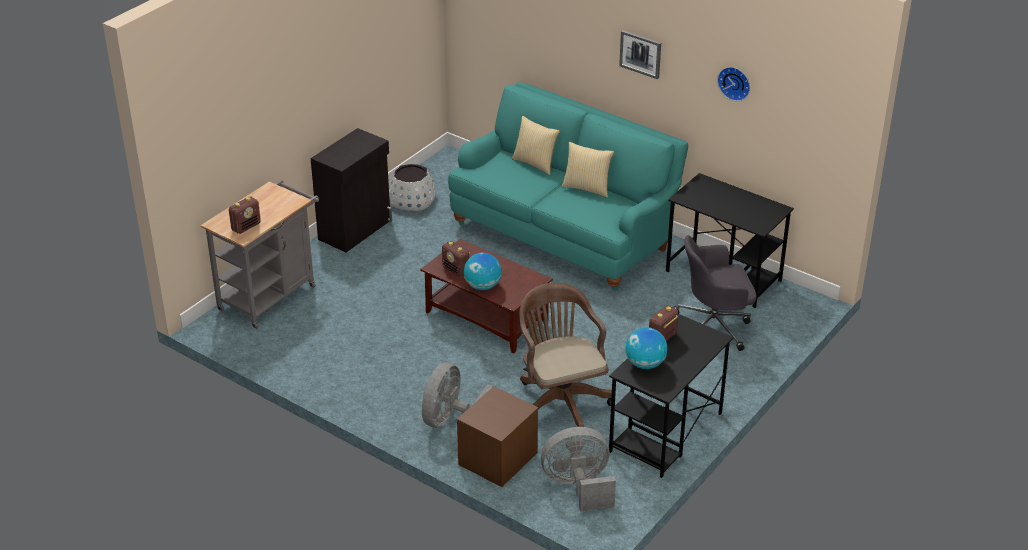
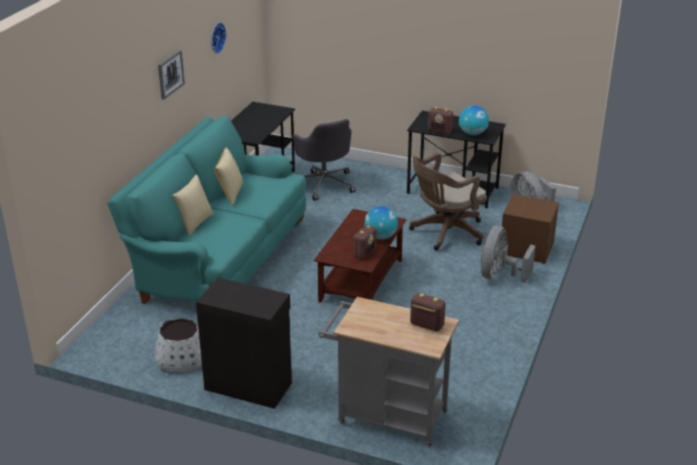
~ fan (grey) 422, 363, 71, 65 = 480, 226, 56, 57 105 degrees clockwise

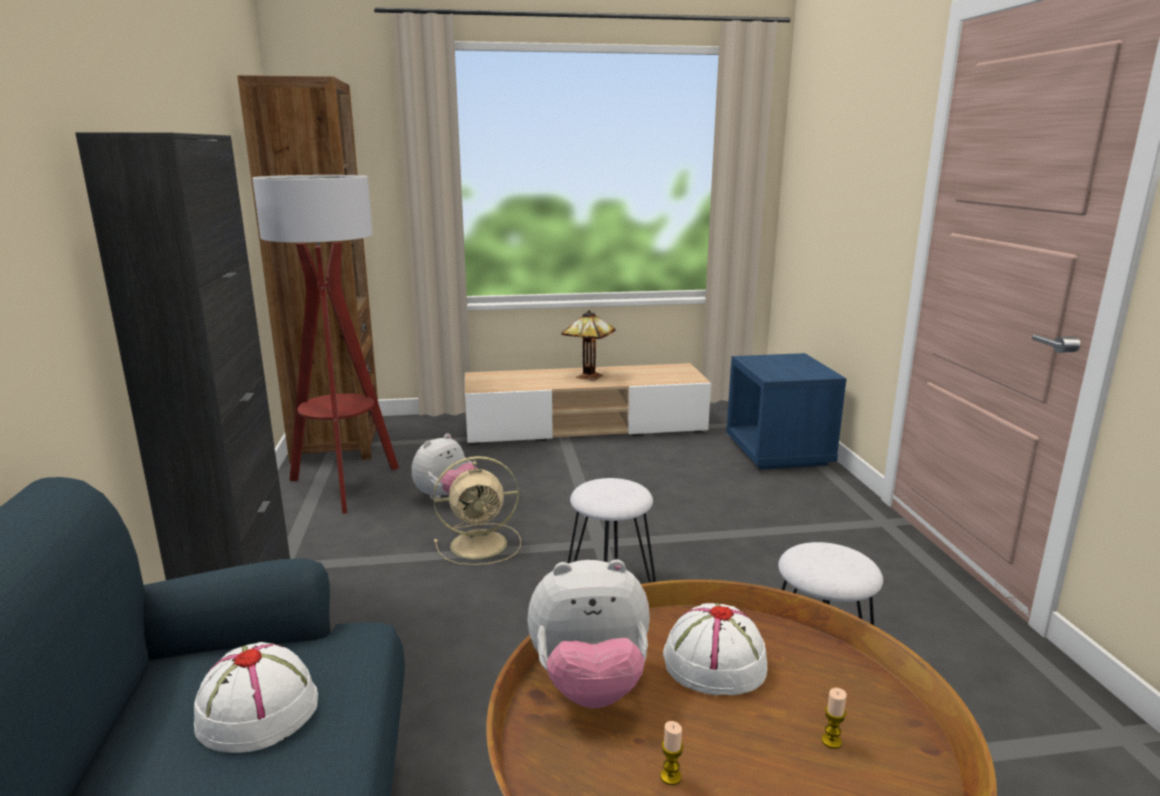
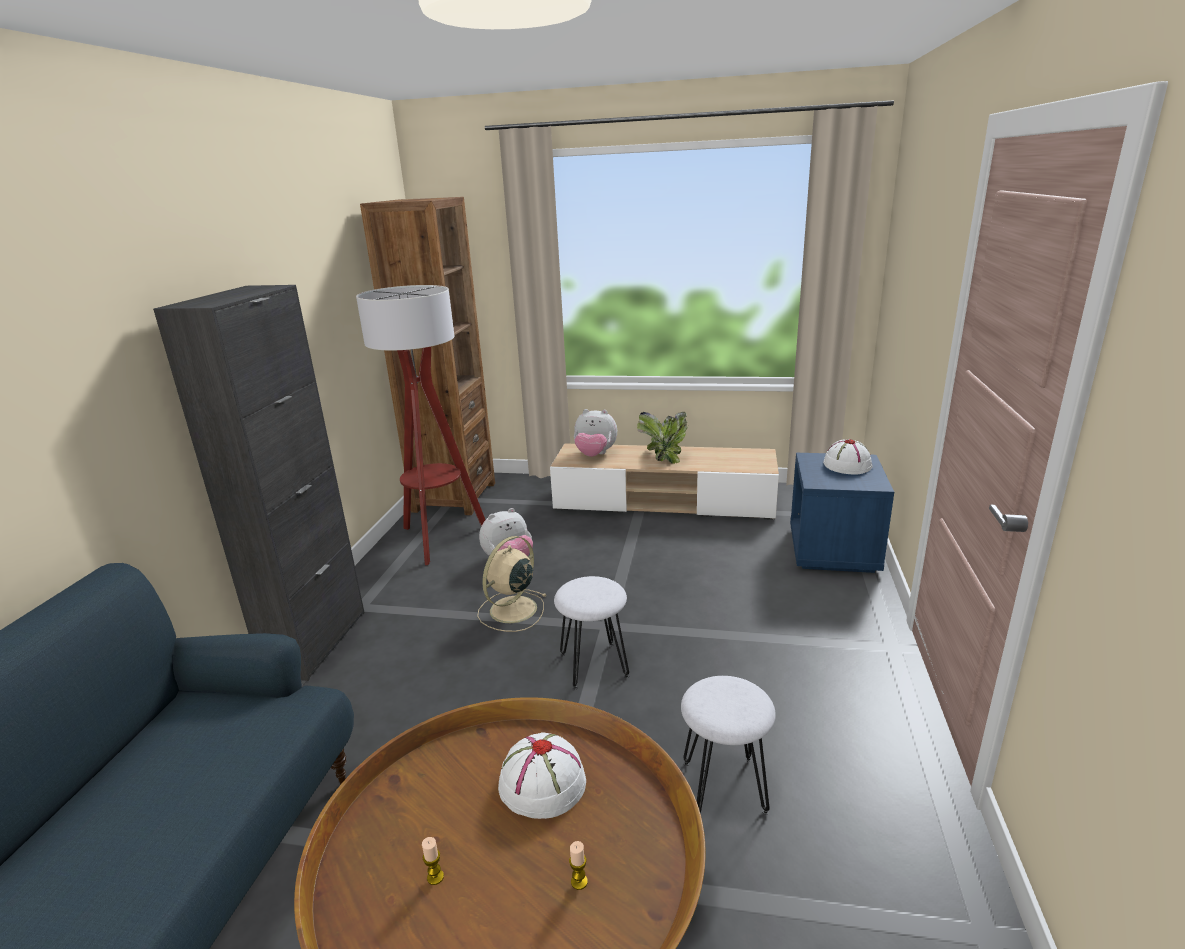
~ hat (white) 194, 642, 124, 111 to 823, 439, 50, 36
~ plush toy 527, 559, 123, 149 to 574, 409, 43, 48
~ table lamp 561, 310, 54, 71 to potted plant 637, 412, 51, 52
~ fan (beige) 433, 456, 88, 109 = 477, 536, 69, 96 120 degrees clockwise

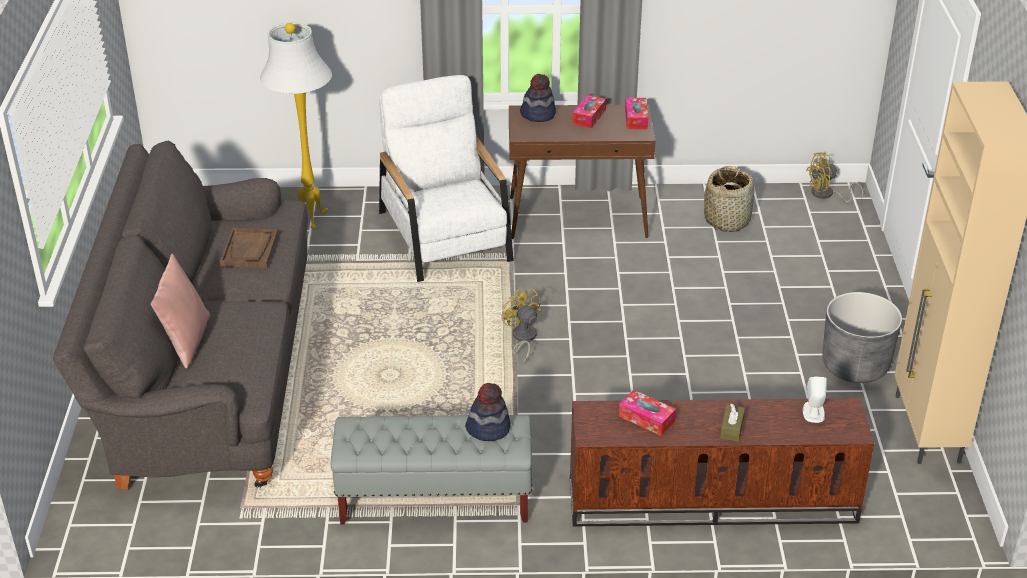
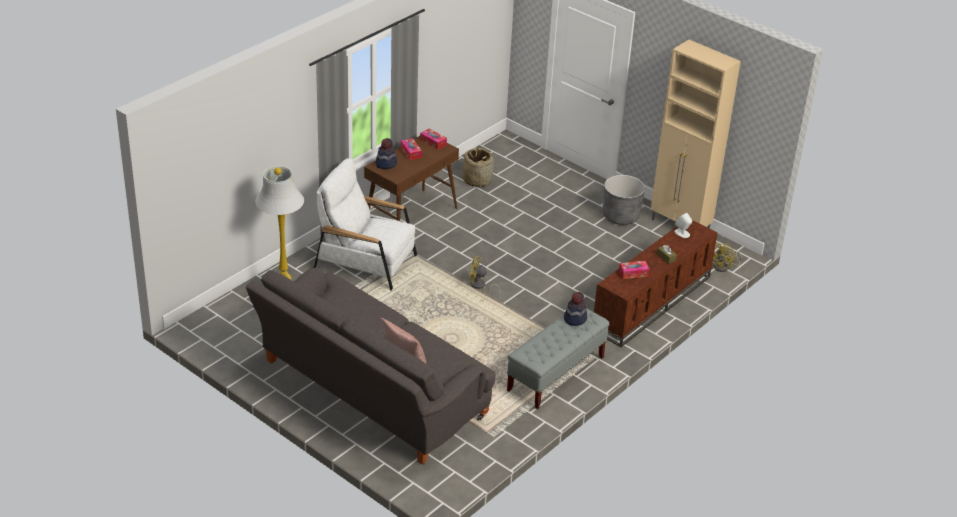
- tray (brown) 220, 228, 58, 40
~ fan (yellow) 806, 152, 57, 50 to 713, 243, 29, 29

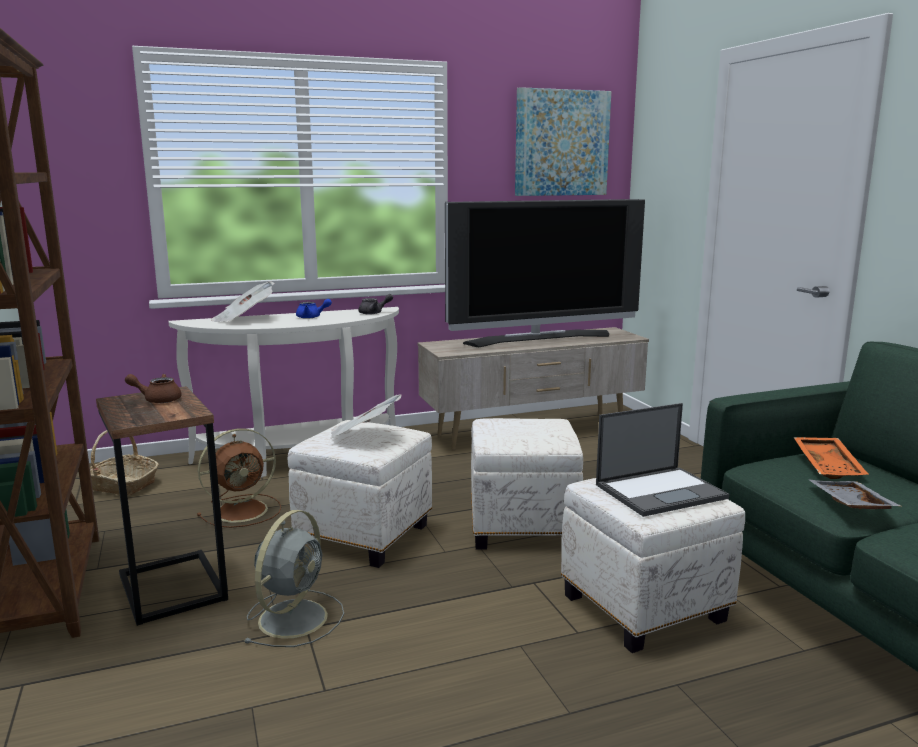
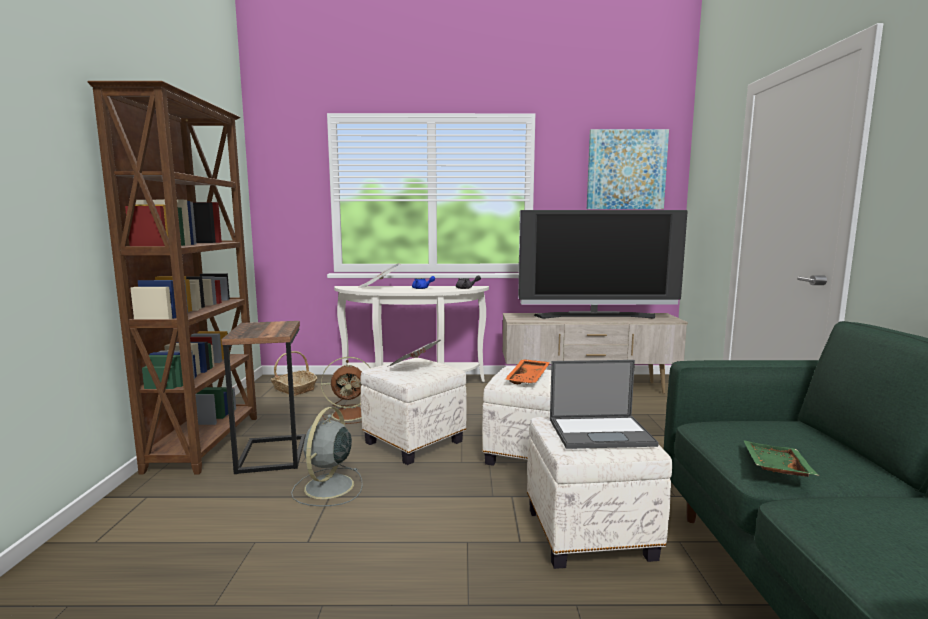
- teapot (brown) 125, 374, 56, 29
~ tray (orange) 793, 437, 76, 42 to 505, 359, 45, 25
~ tray (grey) 808, 479, 93, 30 to tray (green) 744, 440, 75, 37
~ fan (grey) 243, 510, 101, 137 = 291, 407, 72, 100 150 degrees clockwise

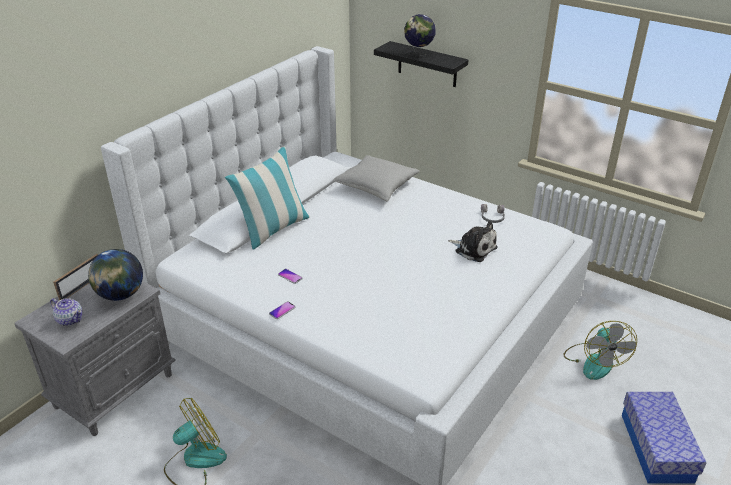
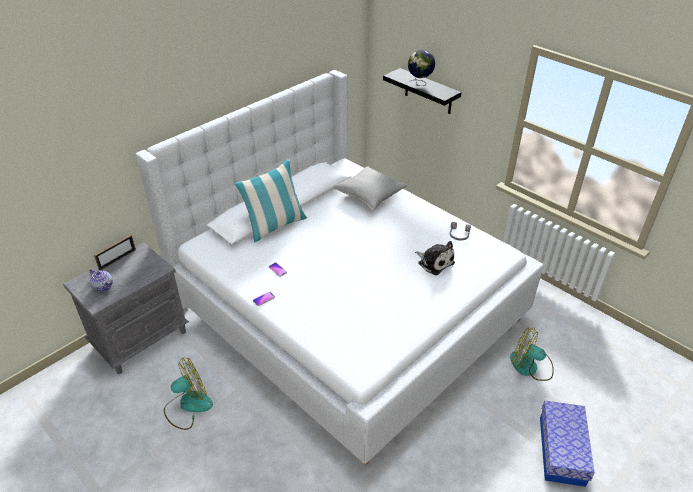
- globe 88, 249, 55, 52
~ fan 563, 321, 74, 59 = 510, 327, 44, 54 105 degrees clockwise

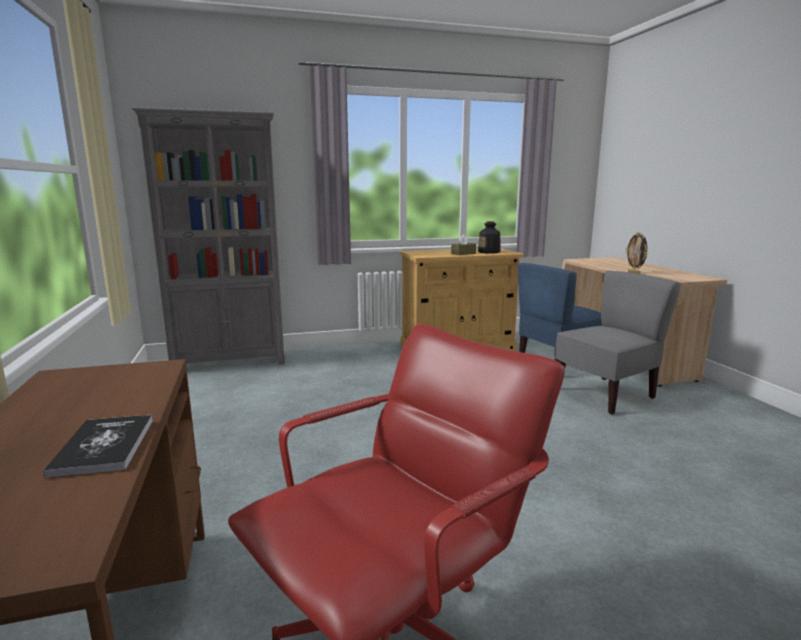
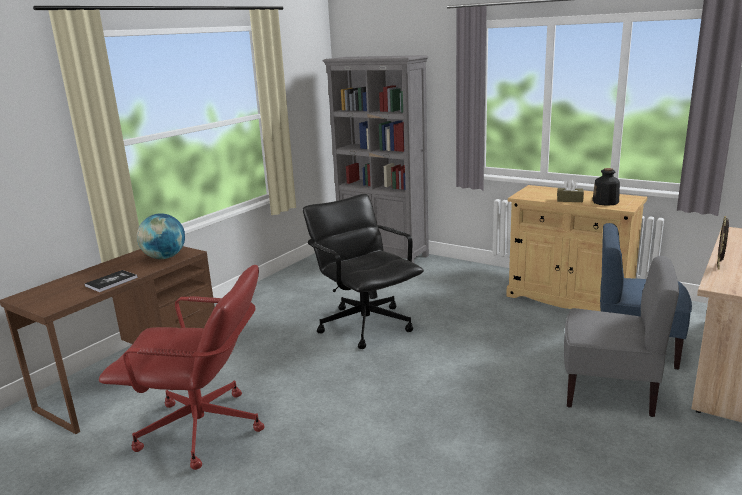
+ globe 137, 213, 48, 46
+ office chair (black) 303, 194, 121, 155

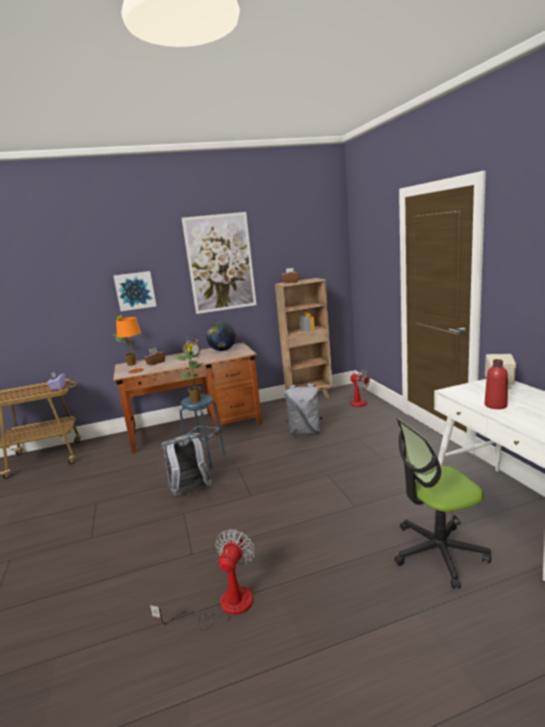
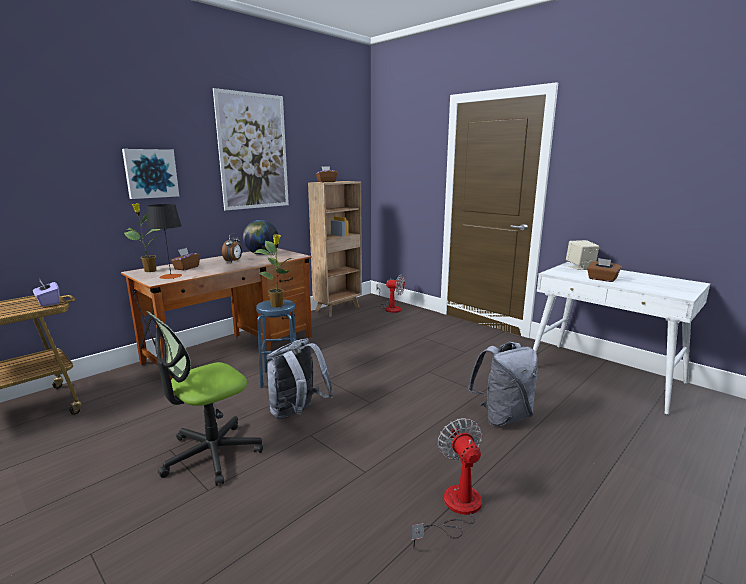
~ backpack (grey) 285, 383, 38, 52 to 468, 342, 70, 84
~ office chair 394, 418, 97, 171 to 146, 311, 117, 175
~ bottle (red) 485, 359, 23, 50 to tissue box (brown) 587, 258, 34, 24
~ table lamp (orange) 116, 317, 28, 56 to table lamp (black) 147, 204, 35, 75

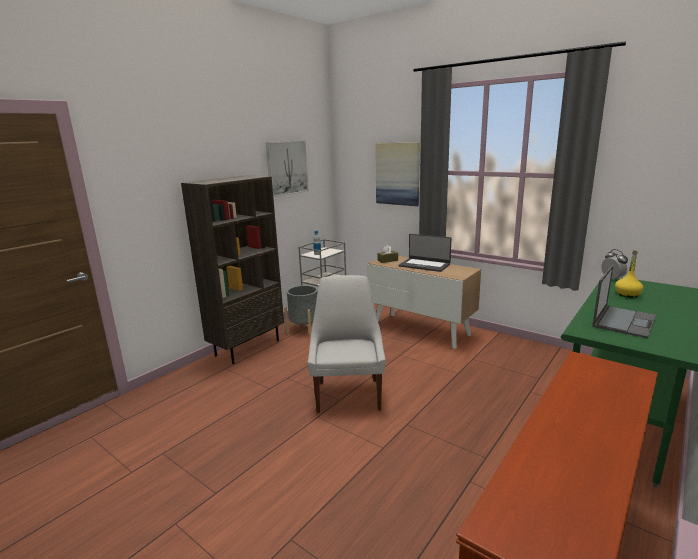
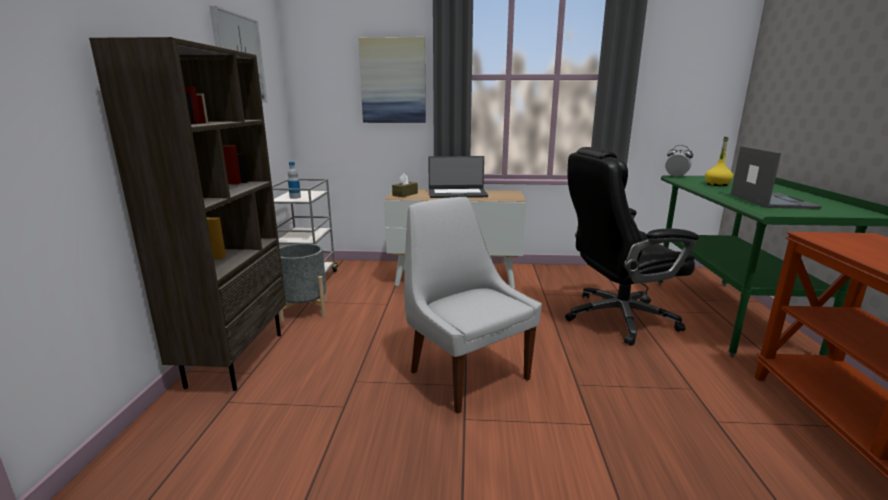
+ office chair (black) 565, 147, 134, 199

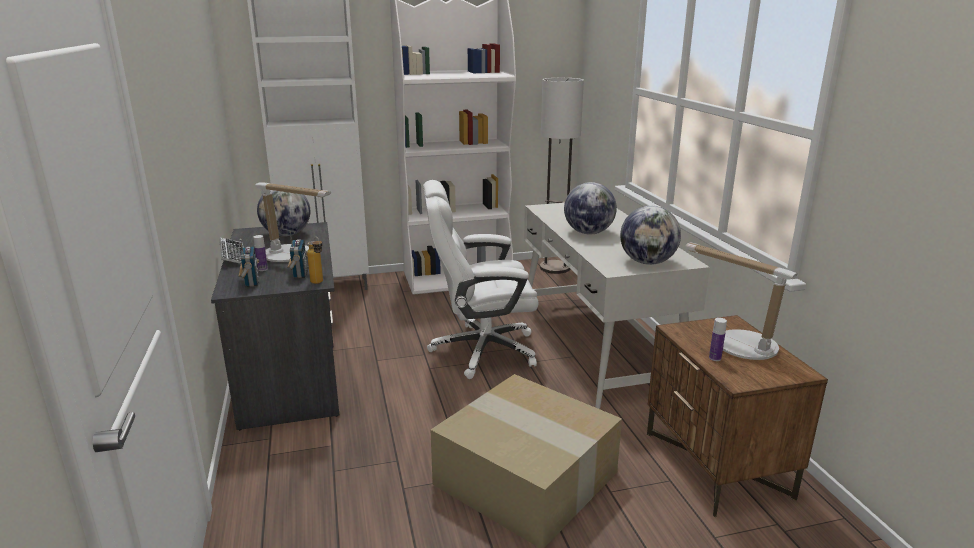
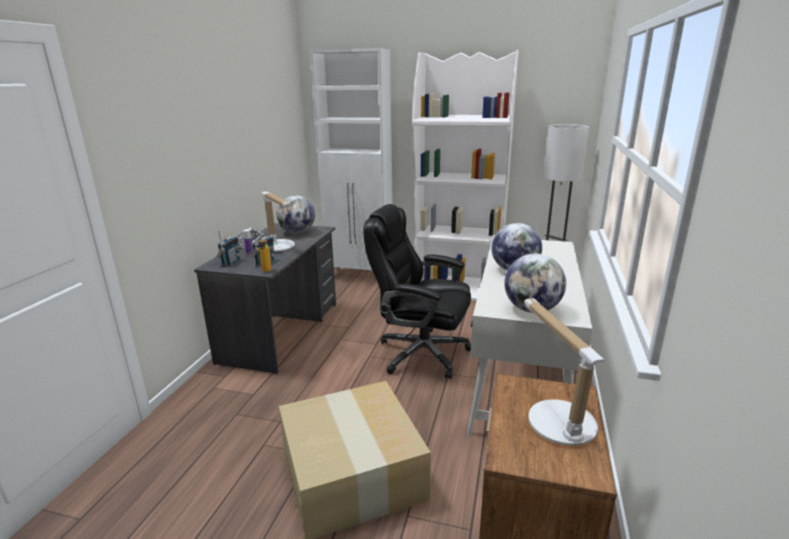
- bottle 709, 318, 18, 43
~ office chair (white) 423, 180, 116, 199 to office chair (black) 363, 204, 108, 175

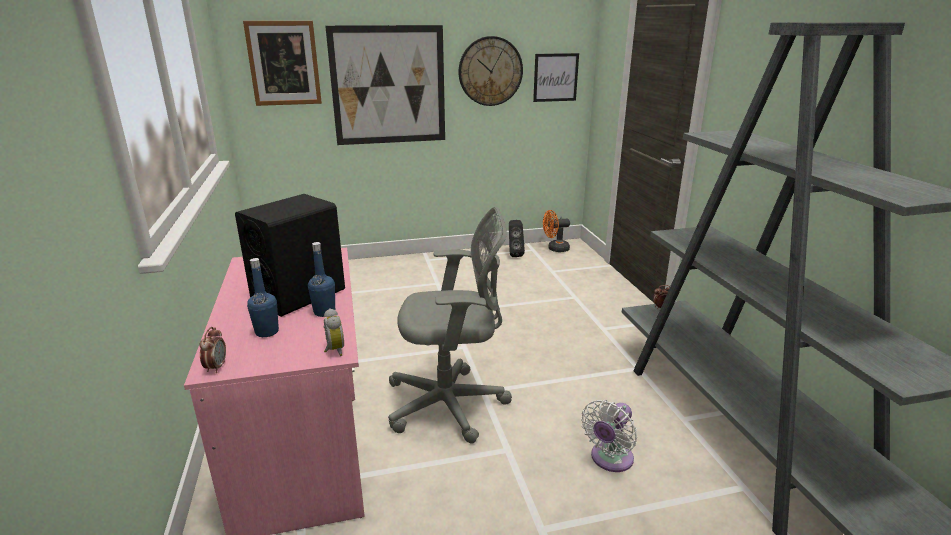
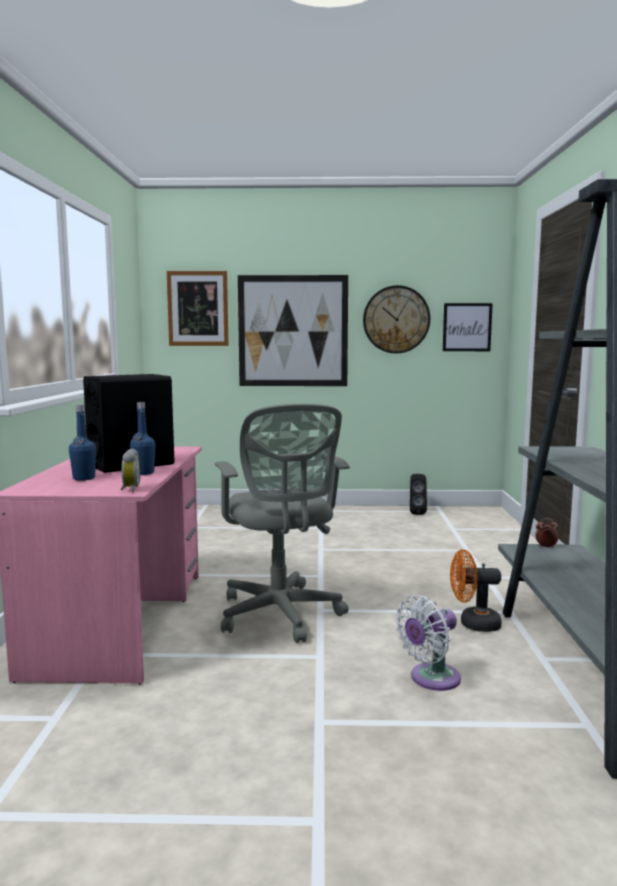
- alarm clock 200, 327, 26, 46
~ fan (orange) 543, 210, 27, 42 to 450, 549, 52, 83
~ office chair (grey) 388, 207, 124, 237 = 215, 404, 135, 239 60 degrees clockwise

